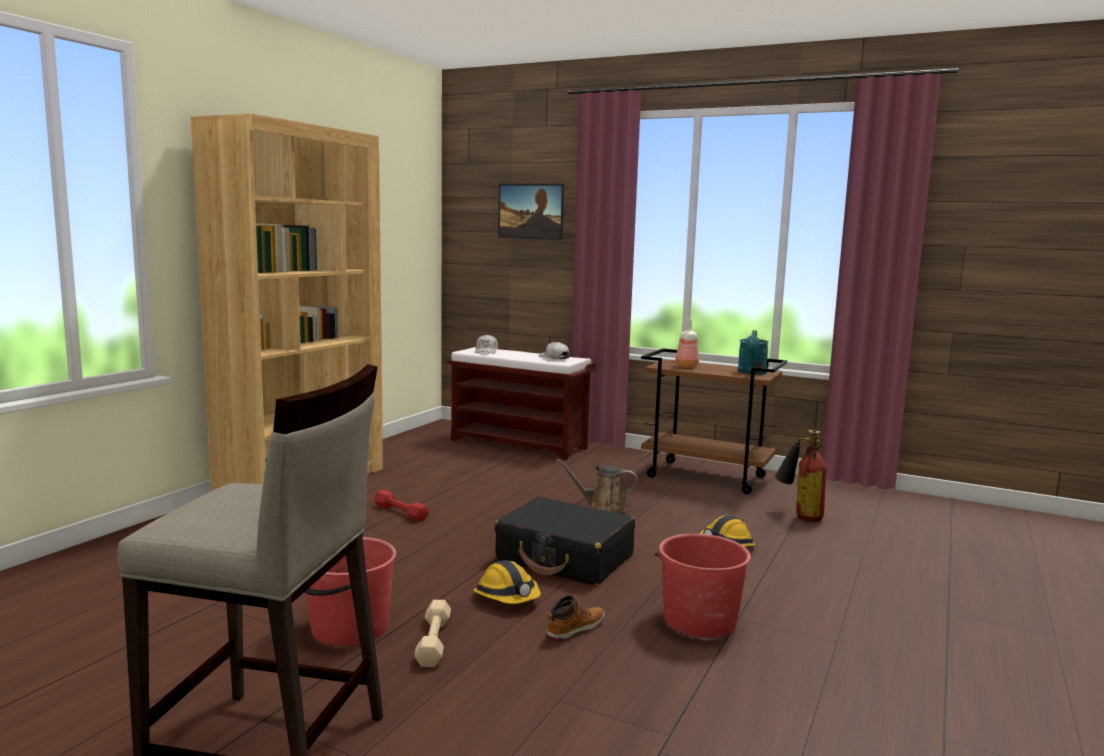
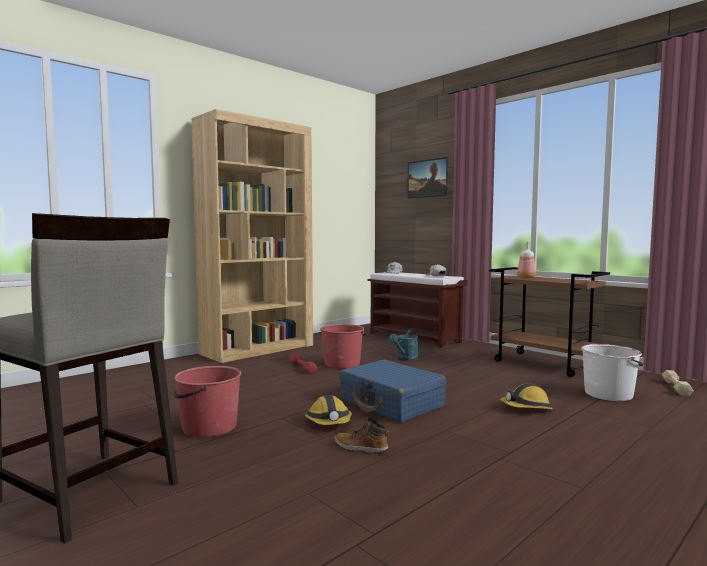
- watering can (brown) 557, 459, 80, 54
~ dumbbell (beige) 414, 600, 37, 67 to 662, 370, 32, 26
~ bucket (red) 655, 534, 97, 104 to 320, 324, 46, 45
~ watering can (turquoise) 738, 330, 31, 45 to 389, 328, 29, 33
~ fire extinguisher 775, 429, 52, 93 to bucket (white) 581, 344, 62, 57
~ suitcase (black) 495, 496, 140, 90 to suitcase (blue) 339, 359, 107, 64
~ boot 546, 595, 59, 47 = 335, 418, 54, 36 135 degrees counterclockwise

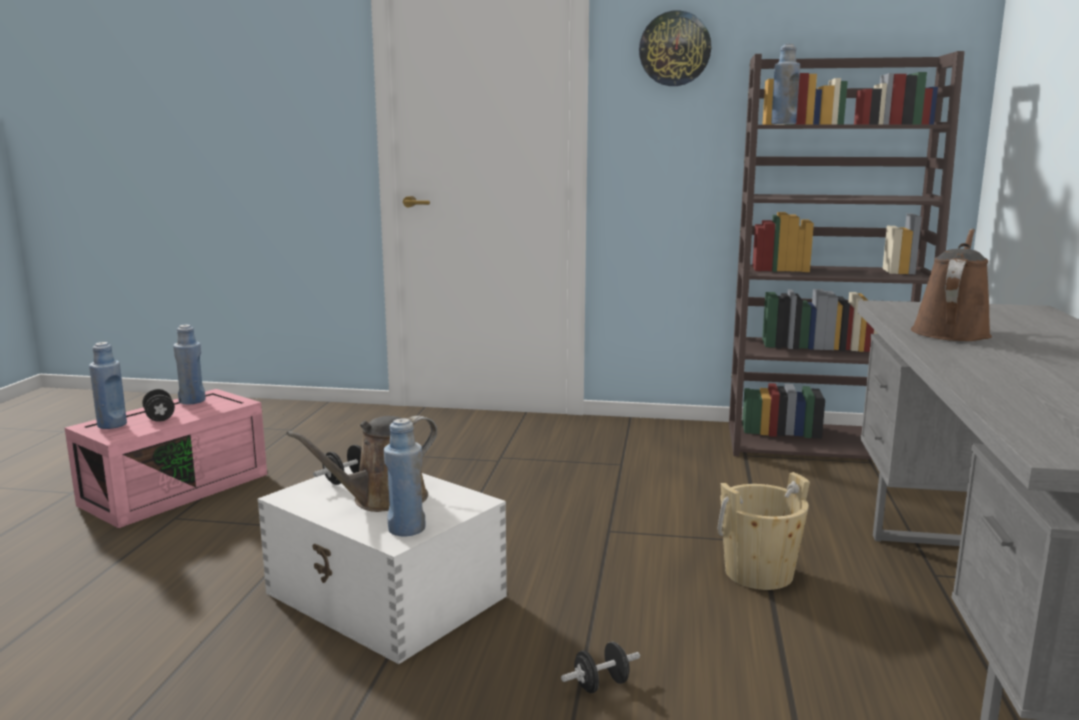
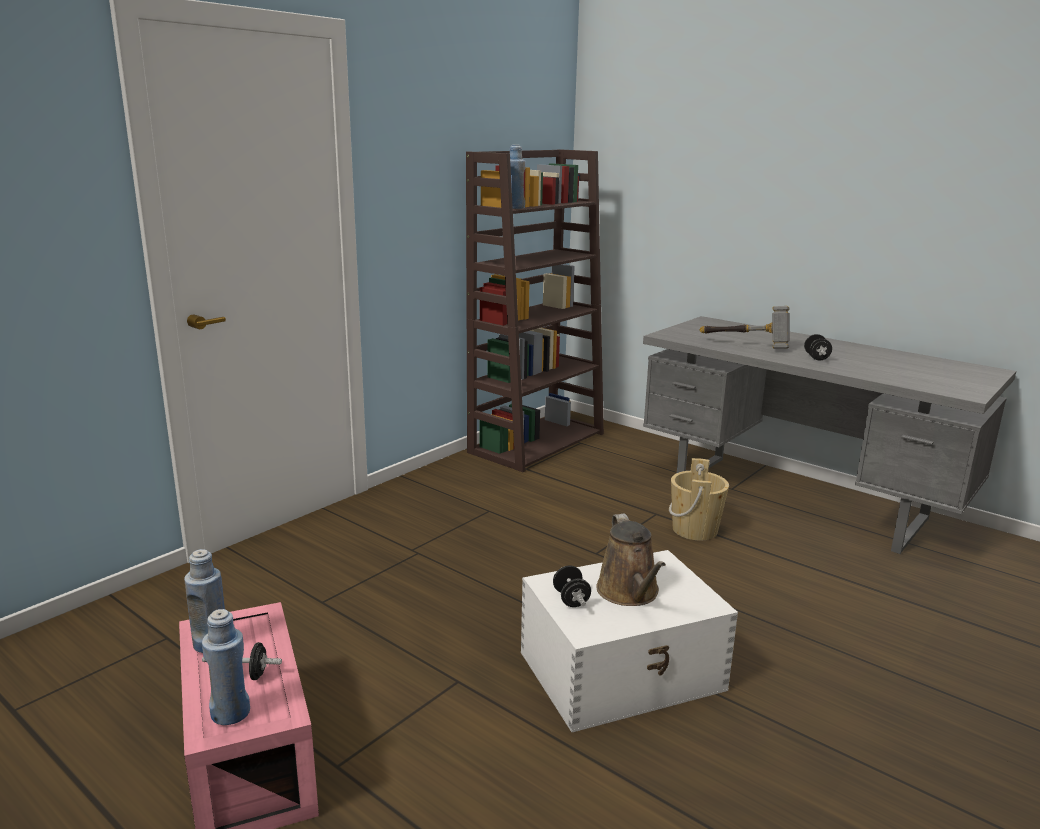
- bottle (blue) 384, 418, 41, 119
- wall clock 639, 10, 72, 76
~ dumbbell (black) 561, 642, 79, 51 to 804, 334, 28, 26
~ watering can (brown) 911, 229, 81, 112 to hammer 699, 306, 90, 43

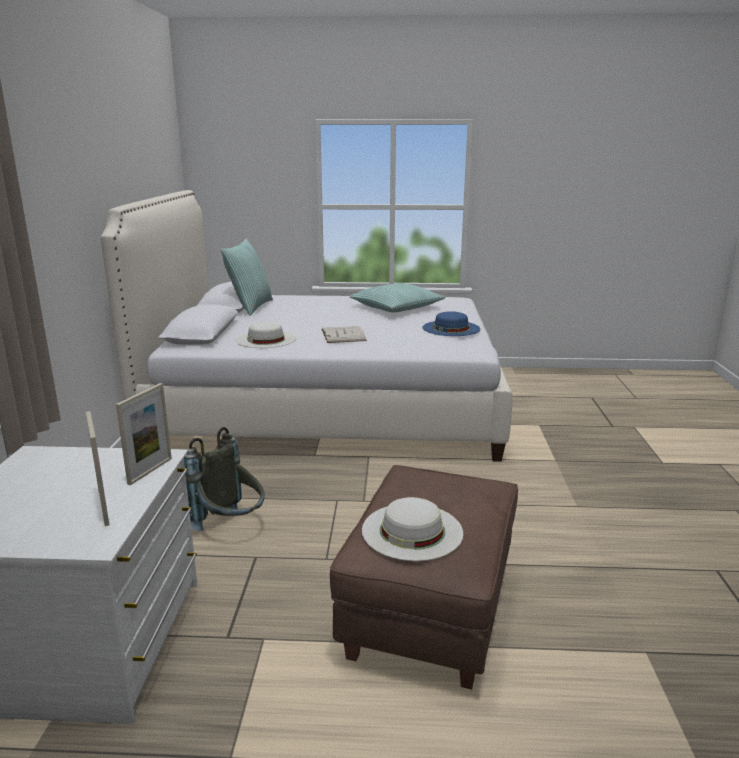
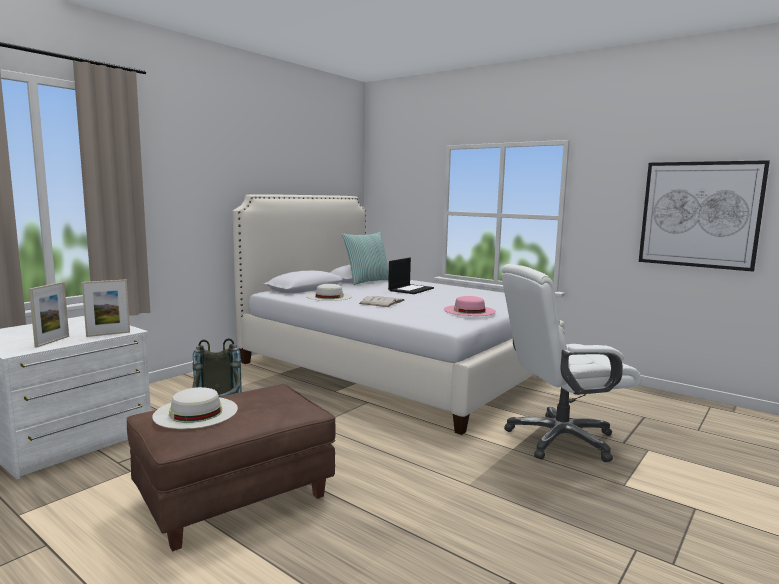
- pillow 349, 283, 96, 29
+ laptop 388, 257, 46, 37
+ office chair (white) 501, 264, 141, 198
+ picture 639, 160, 131, 112
~ hat (blue) 423, 311, 57, 25 to hat (pink) 444, 296, 52, 20

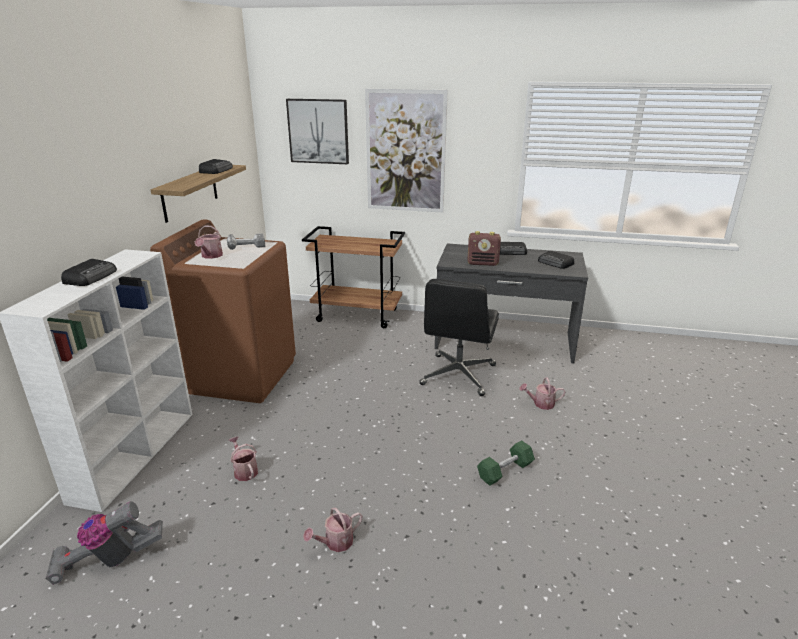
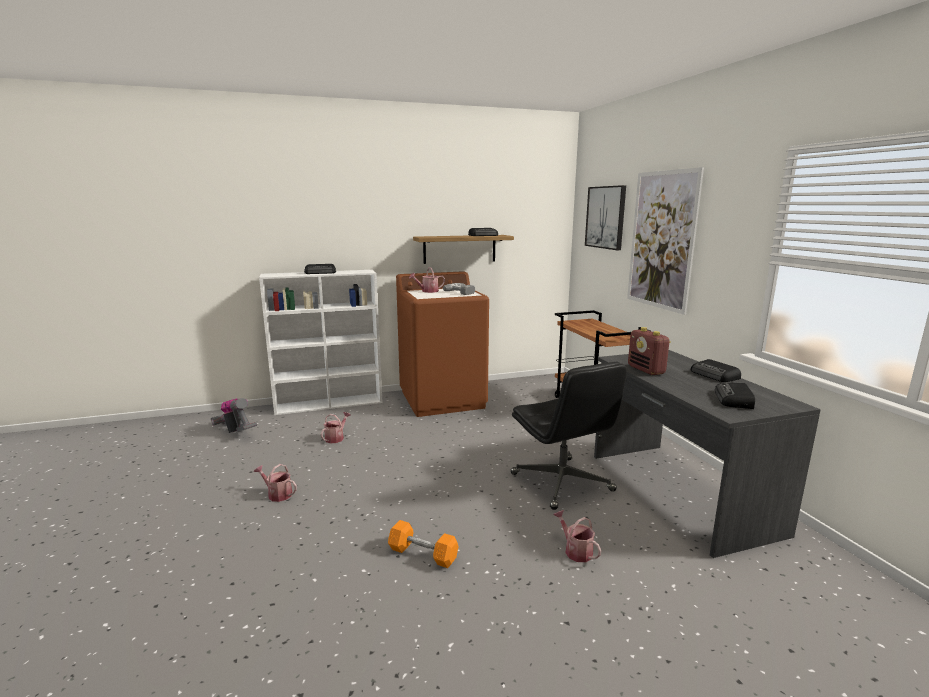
~ dumbbell (green) 477, 440, 58, 46 to dumbbell (orange) 388, 520, 70, 48
~ office chair (black) 419, 279, 80, 117 = 511, 362, 116, 148 105 degrees counterclockwise

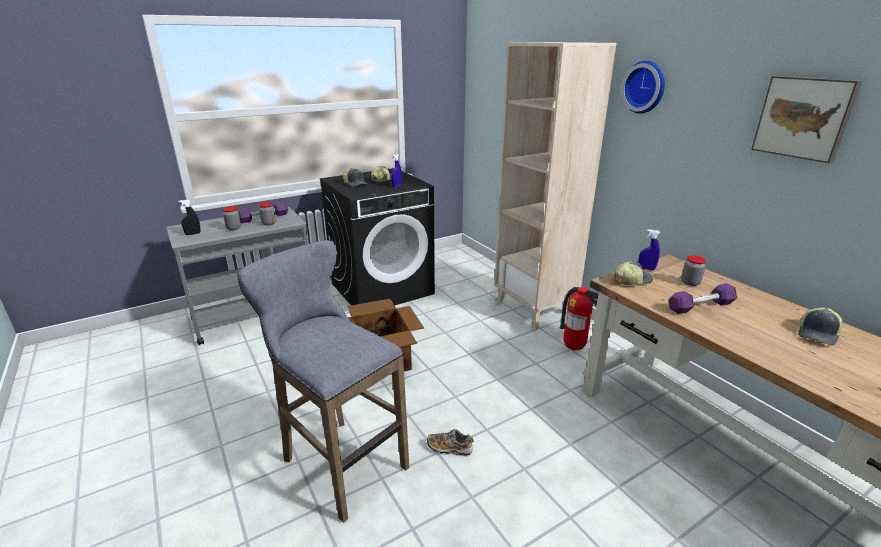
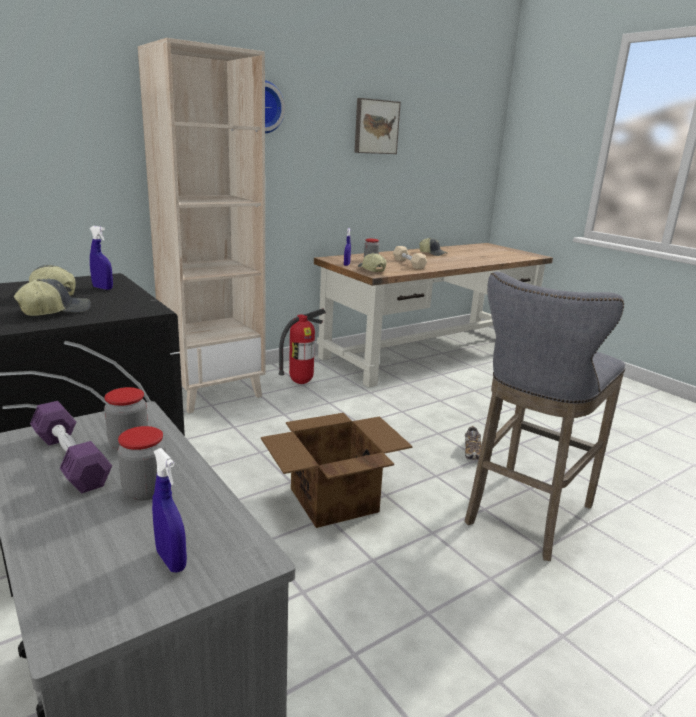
~ spray bottle (black) 178, 199, 23, 36 to spray bottle (blue) 152, 448, 35, 124
~ dumbbell (purple) 669, 283, 68, 31 to dumbbell (beige) 393, 246, 34, 23

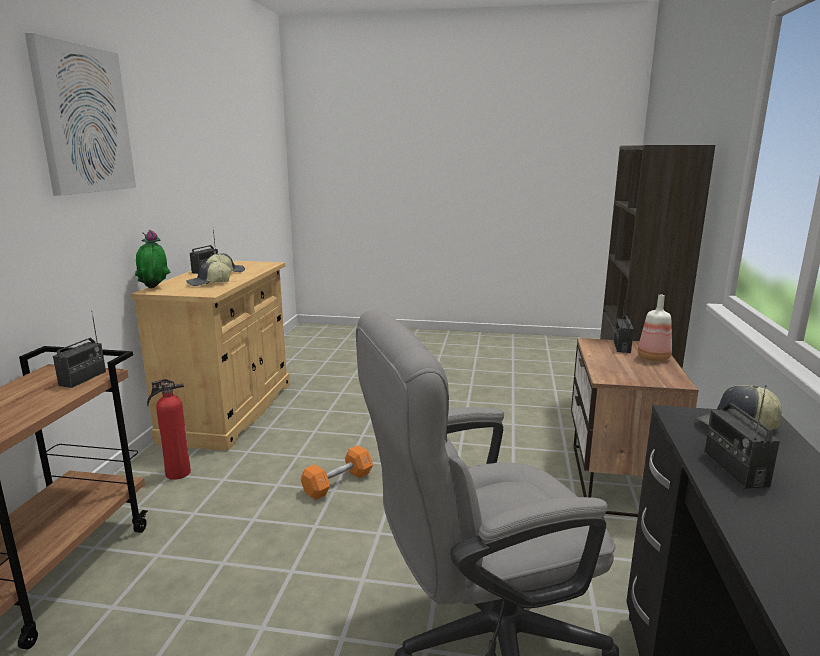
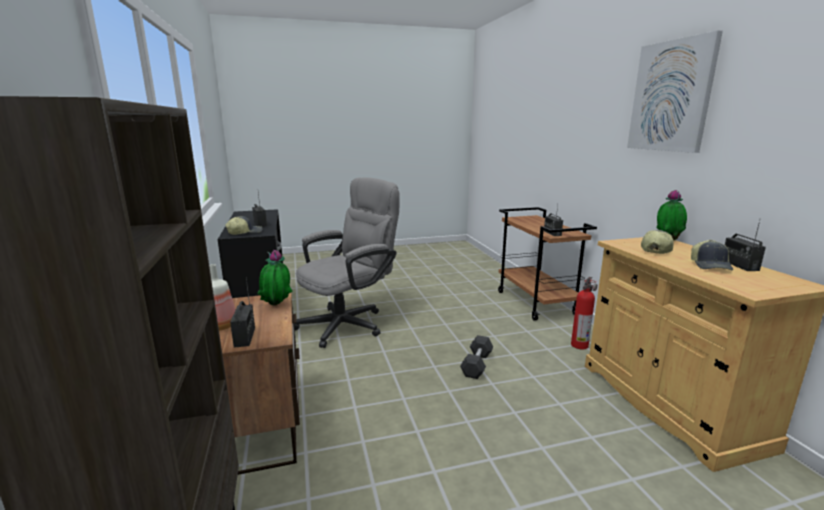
+ potted plant 257, 250, 36, 56
~ dumbbell (orange) 301, 445, 72, 55 to dumbbell (black) 460, 335, 33, 44

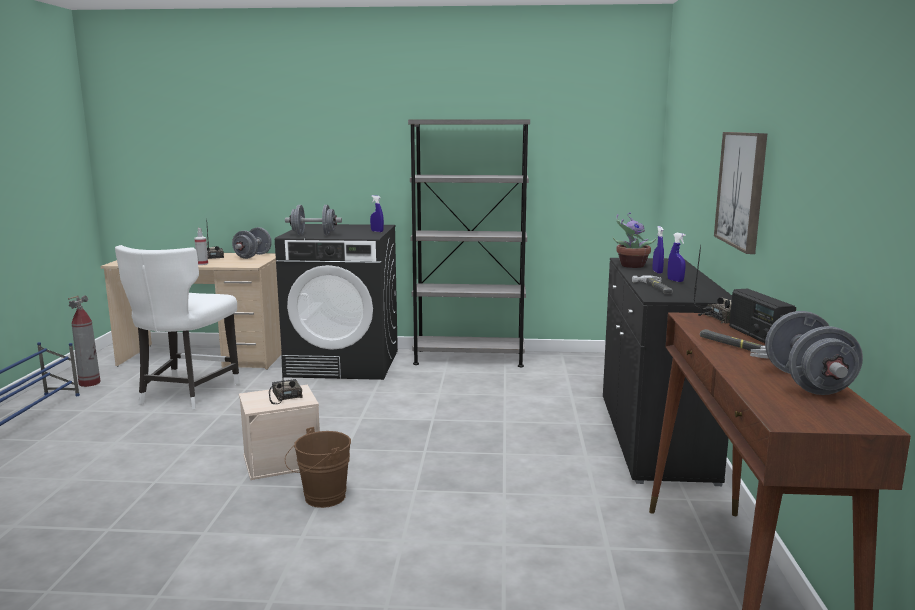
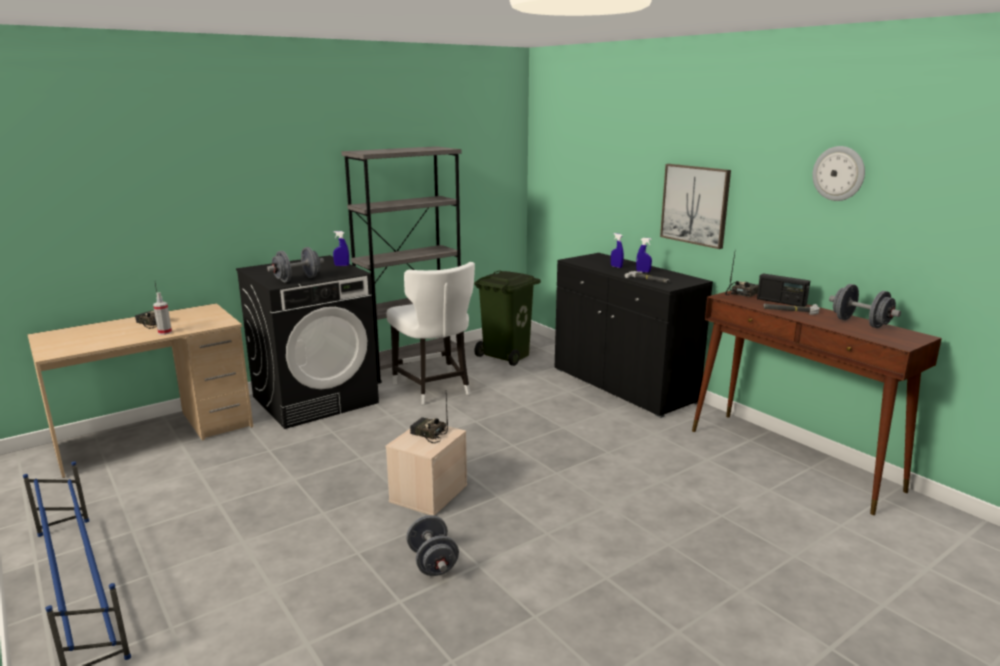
- fire extinguisher 68, 296, 33, 91
- bucket (brown) 285, 427, 66, 81
- potted plant 613, 212, 44, 56
+ trash can (green) 474, 271, 67, 95
+ wall clock 812, 146, 53, 55
~ chair (white) 115, 245, 125, 165 to 386, 262, 89, 143
~ dumbbell (grey) 232, 227, 40, 32 to 406, 515, 53, 61

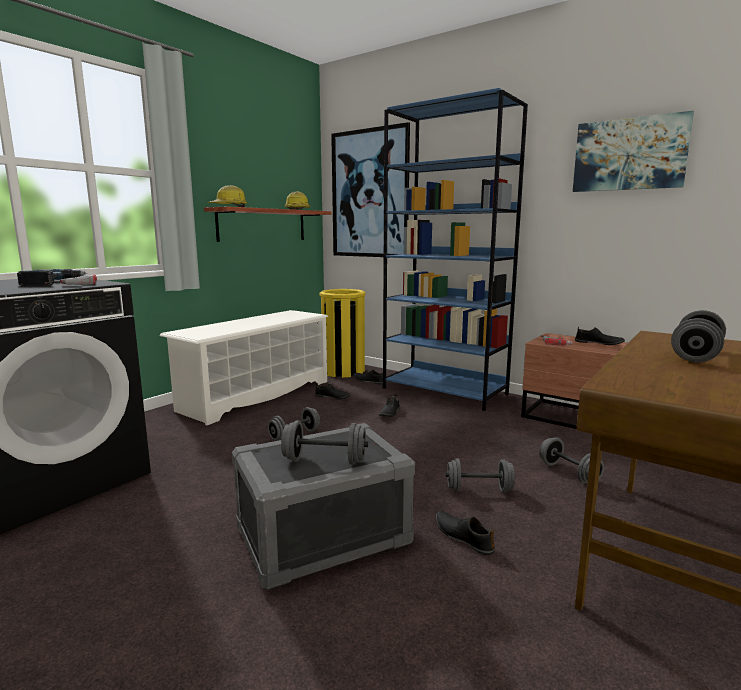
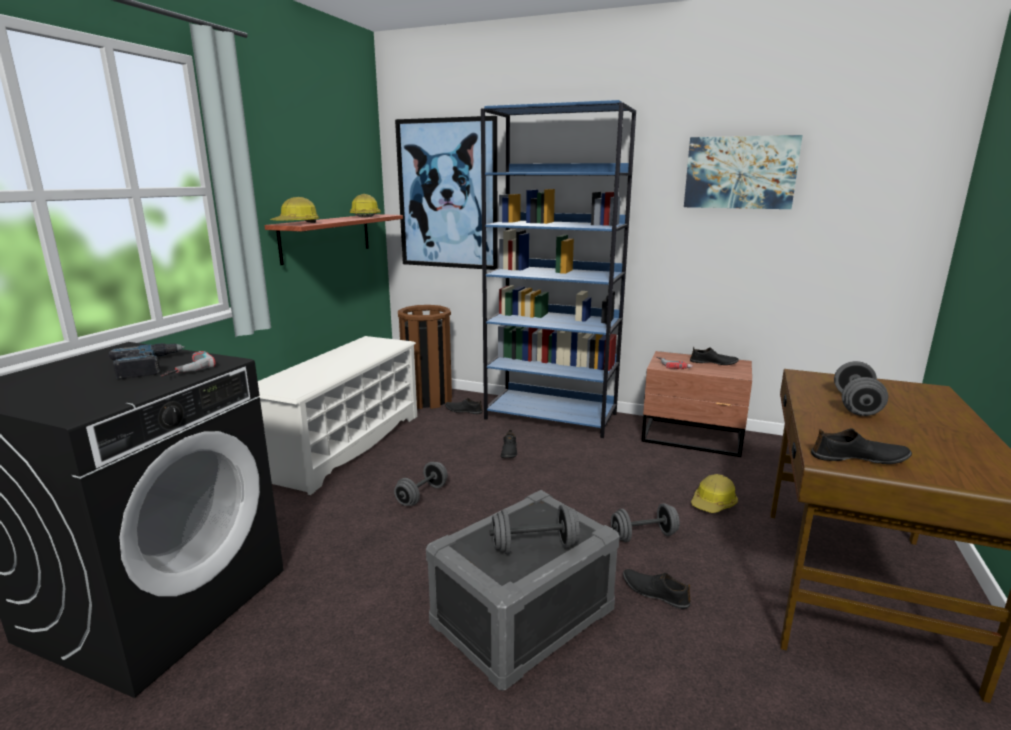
~ shoe (black) 315, 383, 35, 17 to 811, 428, 101, 36
~ dumbbell (grey) 539, 437, 65, 46 to hard hat 691, 474, 47, 39
~ trash can (yellow) 319, 289, 47, 89 to trash can (brown) 398, 305, 54, 104

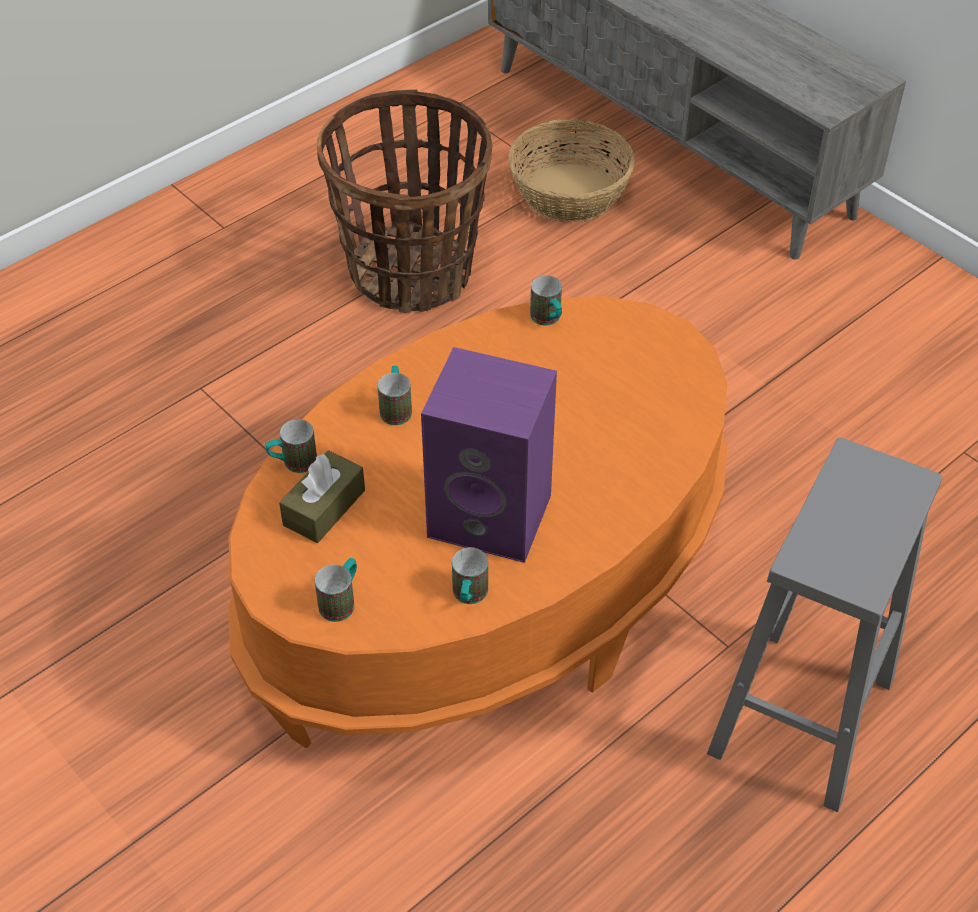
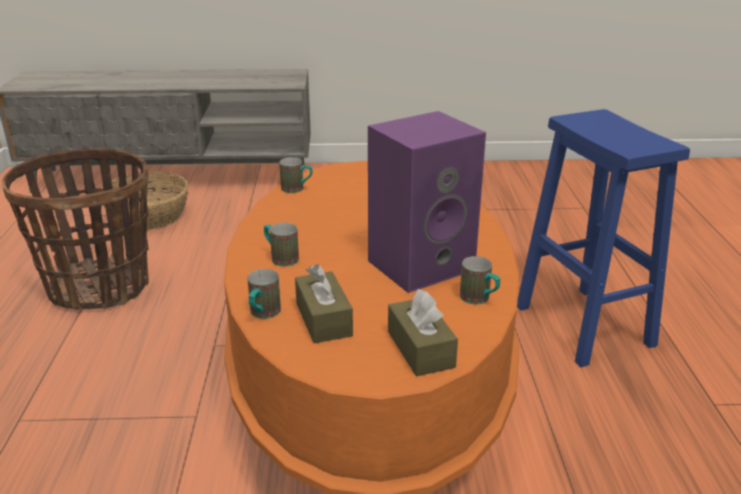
~ mug 315, 558, 42, 64 to tissue box (brown) 388, 289, 70, 87
~ stool (grey) 707, 438, 235, 374 to stool (blue) 517, 109, 173, 258

